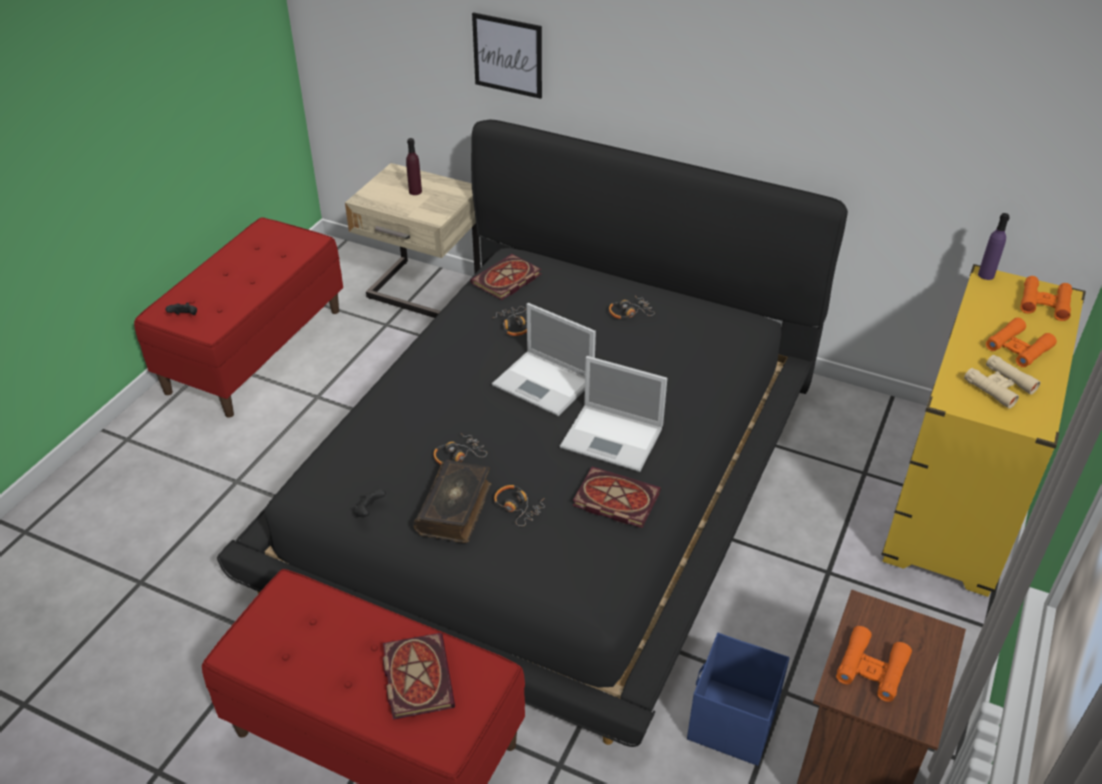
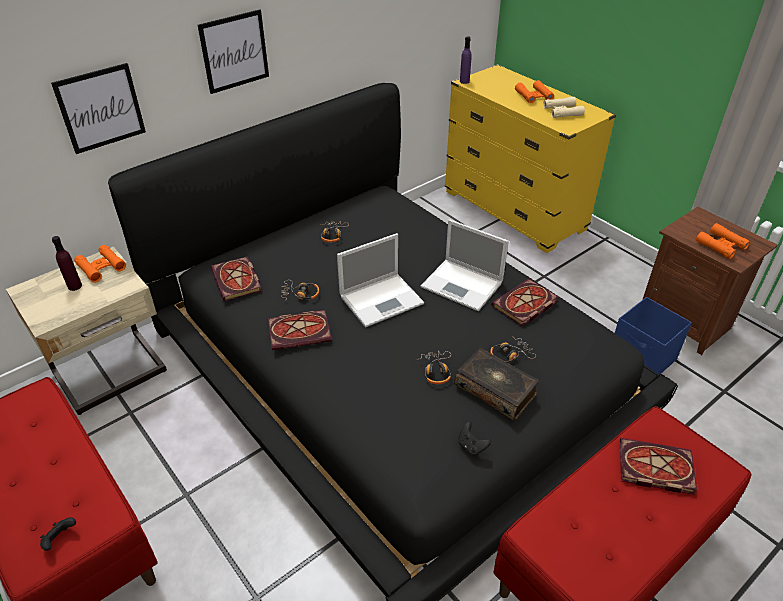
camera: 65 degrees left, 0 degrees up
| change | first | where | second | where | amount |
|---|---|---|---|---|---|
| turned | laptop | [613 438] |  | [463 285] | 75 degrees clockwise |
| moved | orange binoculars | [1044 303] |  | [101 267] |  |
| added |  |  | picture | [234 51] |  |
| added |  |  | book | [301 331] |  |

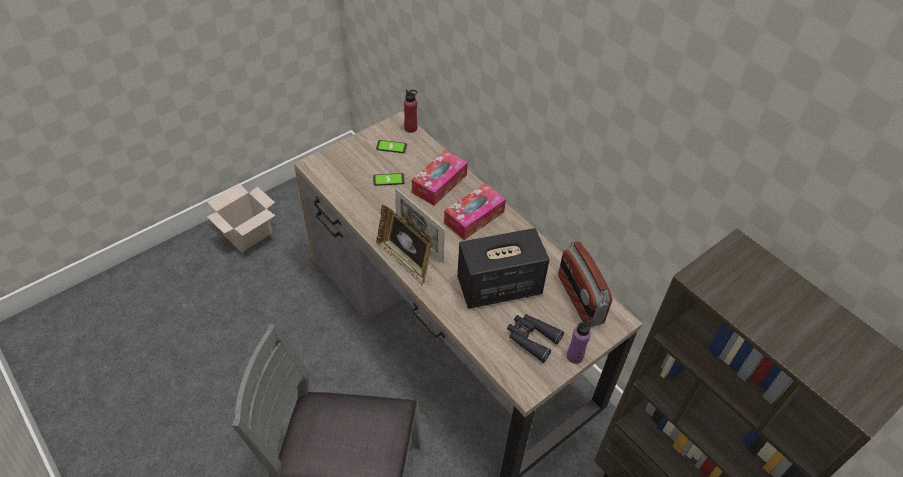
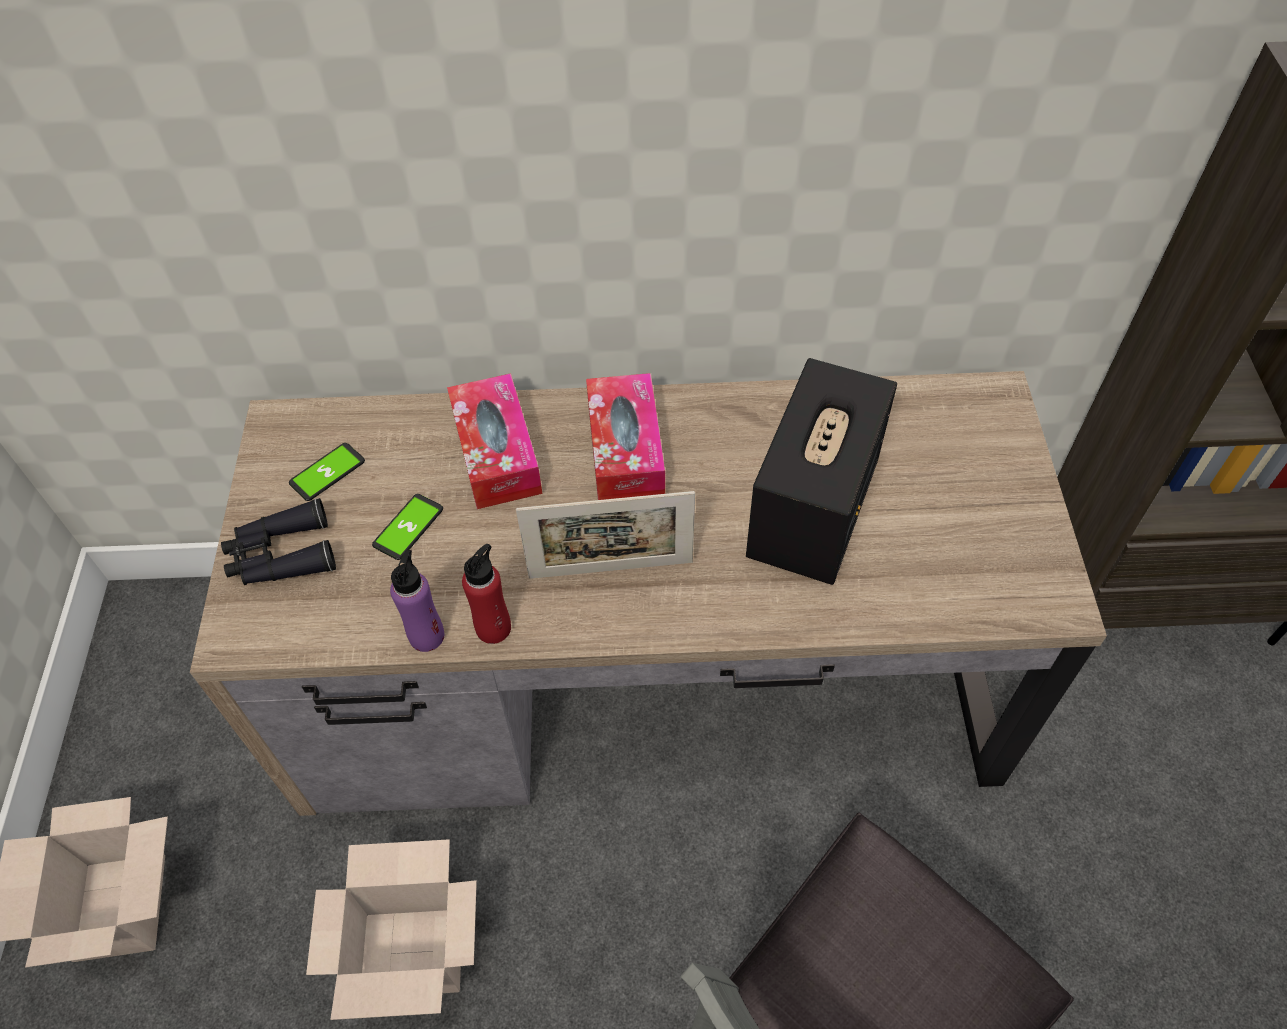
camera: 50 degrees left, 5 degrees up
| change | first | where | second | where | amount |
|---|---|---|---|---|---|
| removed | picture frame | [404 261] |  |  |  |
| moved | red bottle | [411 128] |  | [493 628] |  |
| moved | black binoculars | [531 338] |  | [281 555] |  |
| removed | radio | [579 299] |  |  |  |
| moved | purple bottle | [575 356] |  | [427 636] |  |
| added |  |  | cardboard box | [415 950] |  |

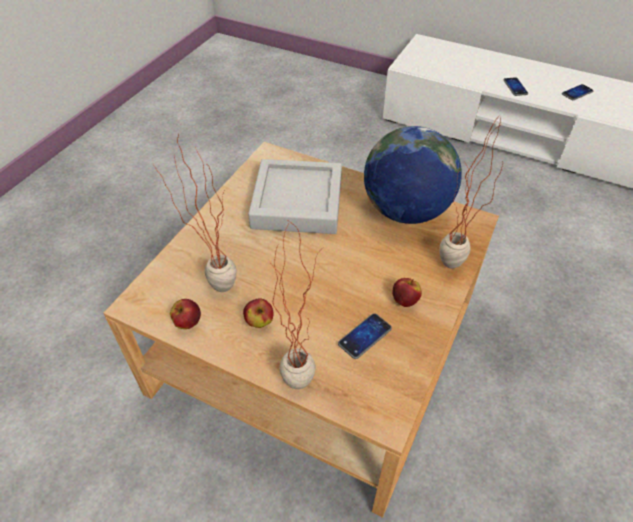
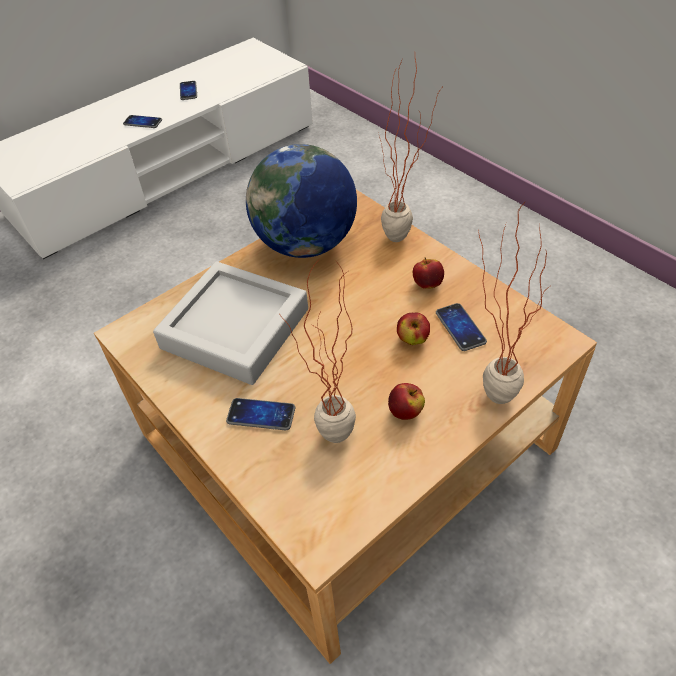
camera: 65 degrees left, 0 degrees up
| change | first | where | second | where | amount |
|---|---|---|---|---|---|
| moved | apple | [188 322] |  | [412 339] |  |
| added |  |  | phone | [261 415] |  |

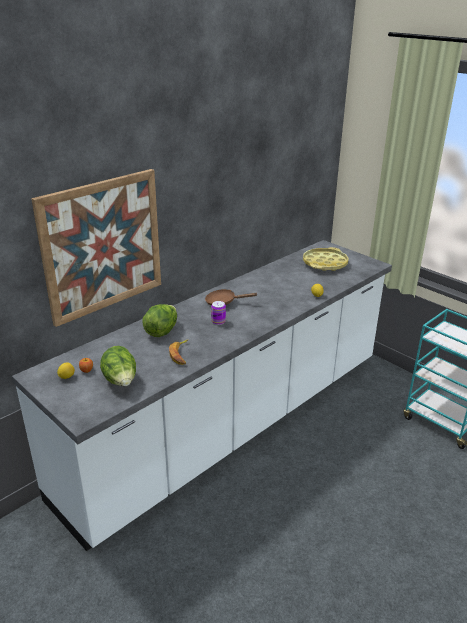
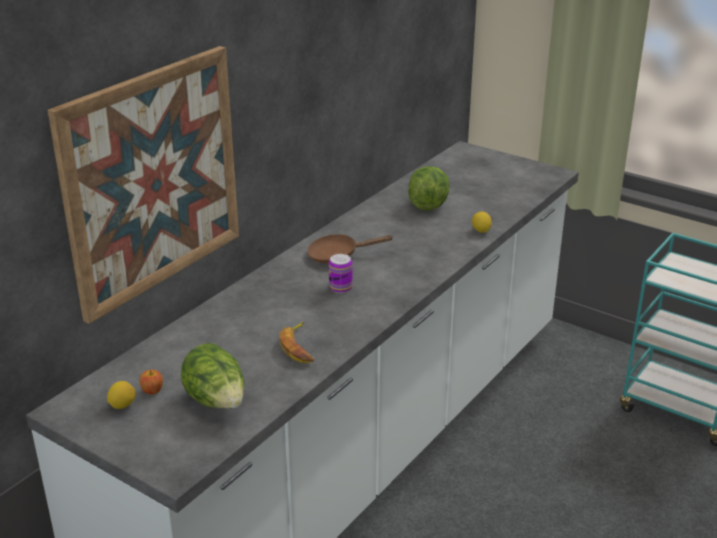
camera: 10 degrees left, 0 degrees up
| change | first | where | second | where | amount |
|---|---|---|---|---|---|
| moved | lettuce | [162 331] |  | [428 204] |  |
| removed | yellow tray | [325 263] |  |  |  |

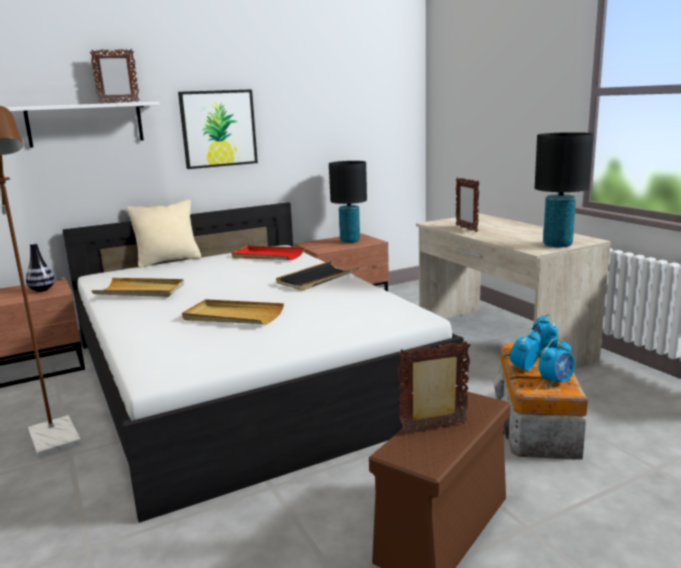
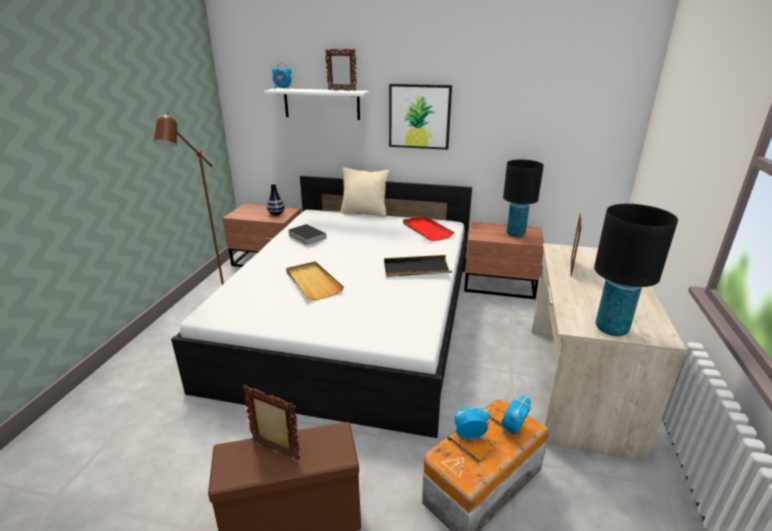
camera: 40 degrees right, 10 degrees up
| change | first | where | second | where | amount |
|---|---|---|---|---|---|
| replaced | beige tray | [140 291] | book | [306 236] |  |
| moved | alarm clock | [556 382] |  | [282 89] |  |

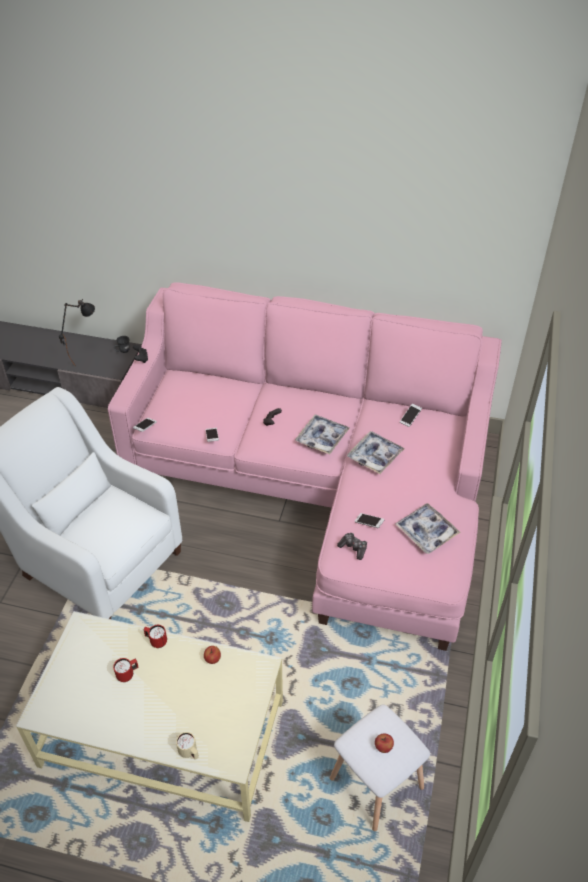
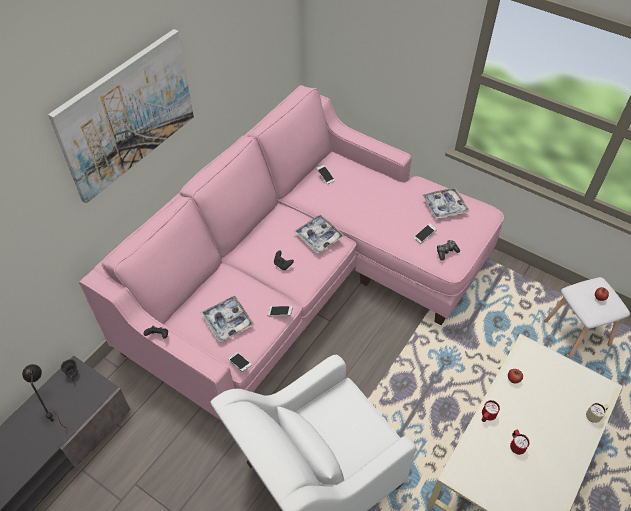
camera: 70 degrees left, 5 degrees up
| change | first | where | second | where | amount |
|---|---|---|---|---|---|
| moved | tray | [375 456] |  | [227 321] |  |
| added |  |  | picture | [127 114] |  |

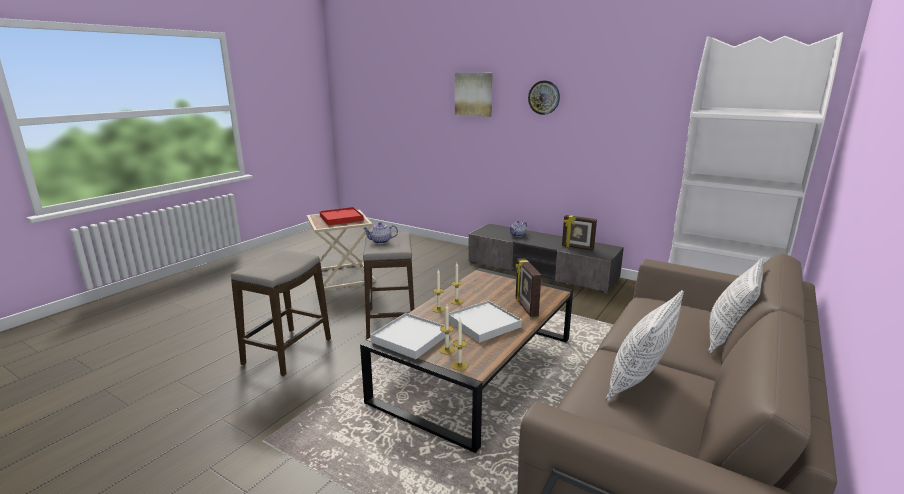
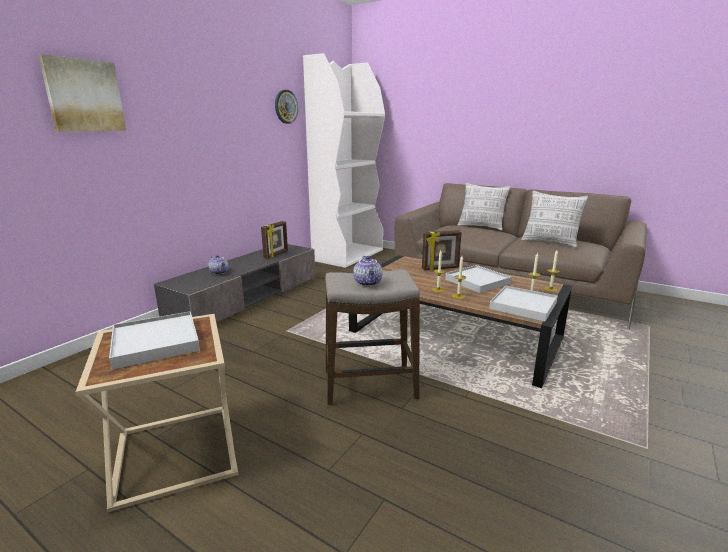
camera: 90 degrees left, 0 degrees up
| change | first | where | second | where | amount |
|---|---|---|---|---|---|
| removed | stool | [287 351] |  |  |  |
| recoloured | red tray | [341 218] | white tray | [155 342] |  |
| moved | wall clock | [544 97] |  | [286 106] |  |

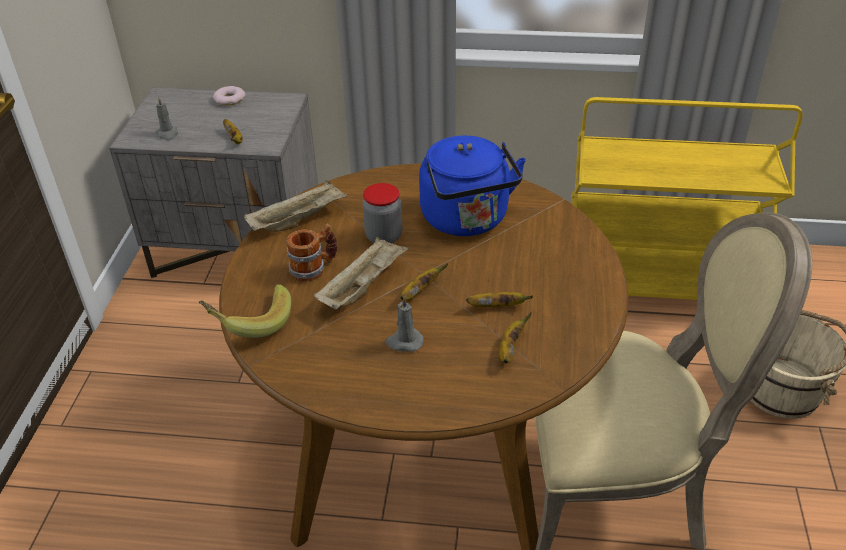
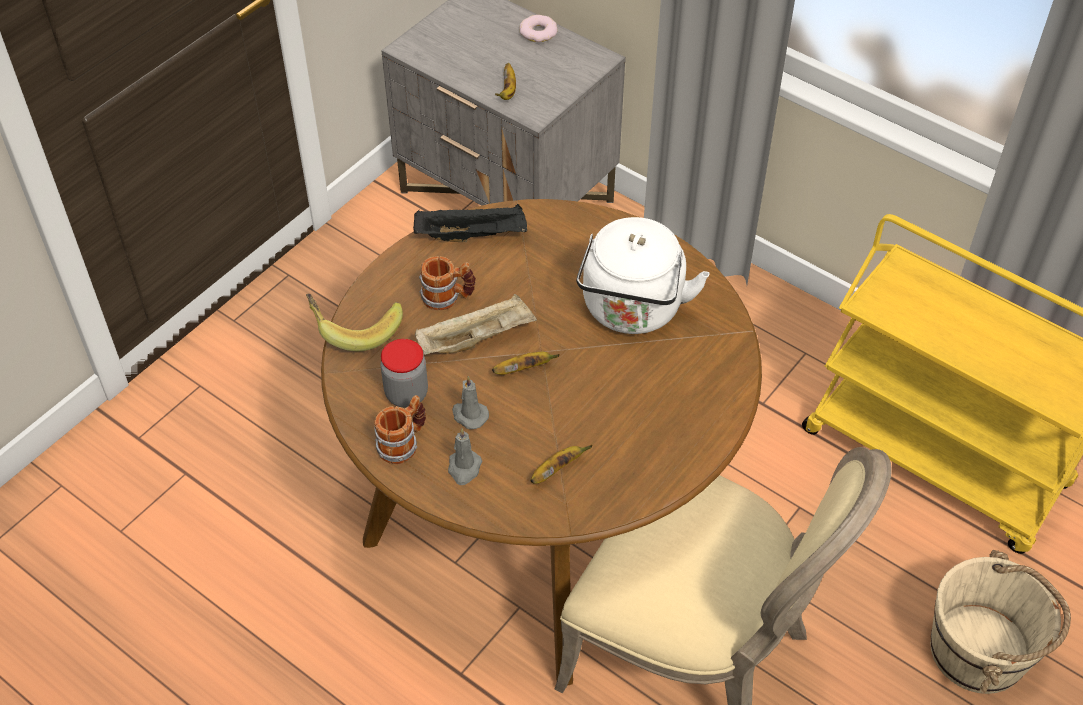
camera: 30 degrees right, 10 degrees up
| change | first | where | second | where | amount |
|---|---|---|---|---|---|
| moved | grey candle | [167 134] |  | [464 468] |  |
| recoloured | beige tray | [298 220] | black tray | [472 235] |  |
| moved | jar | [384 236] |  | [406 394] |  |
| recoloured | blue kettle | [467 220] | white kettle | [632 311] |  |
| removed | banana | [497 307] |  |  |  |
| added |  |  | mug | [403 443] |  |

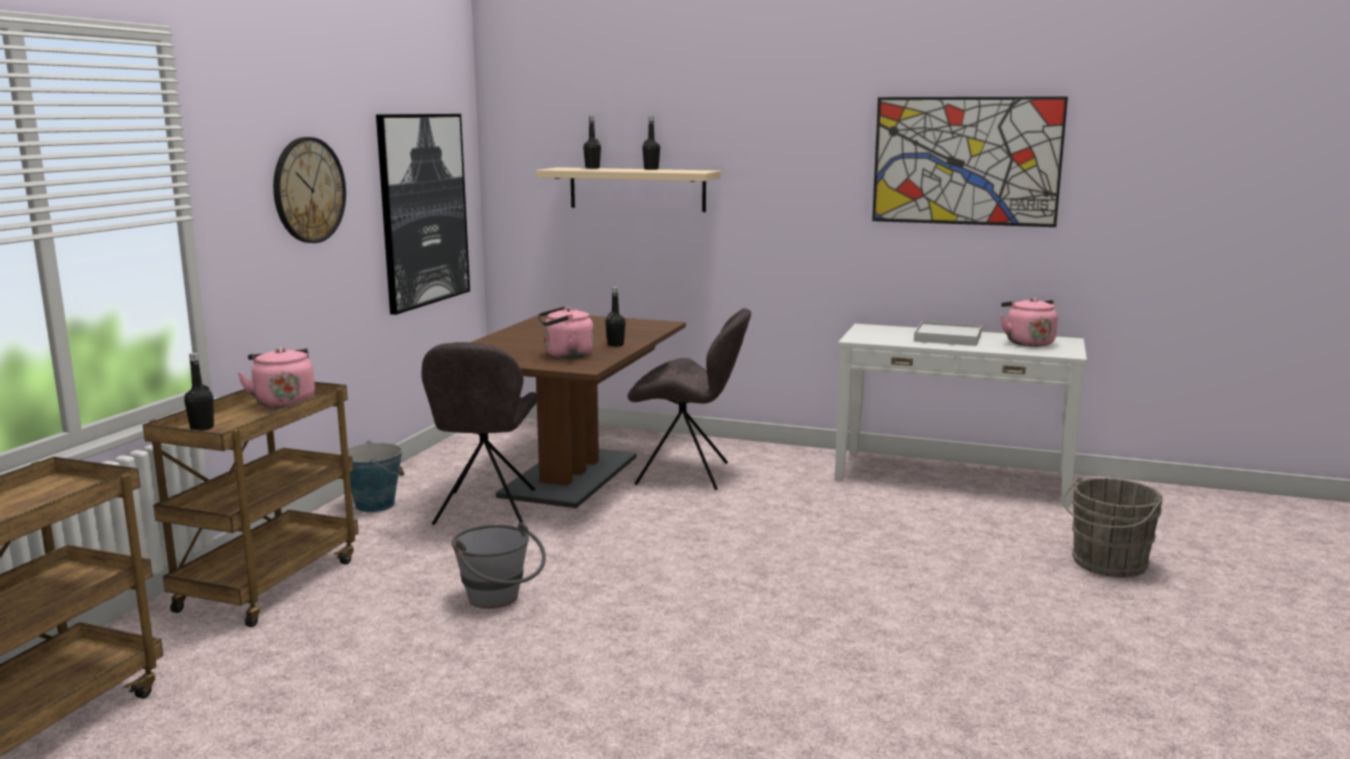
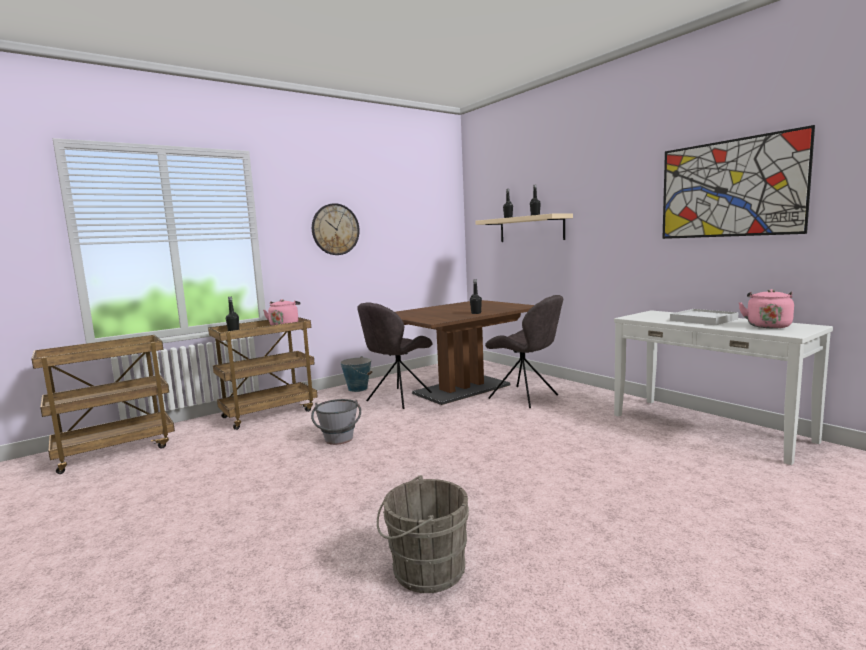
camera: 35 degrees right, 5 degrees down
| change | first | where | second | where | amount |
|---|---|---|---|---|---|
| removed | picture | [423 210] |  |  |  |
| removed | pink kettle | [565 355] |  |  |  |
| moved | grey bucket | [1107 564] |  | [424 570] |  |

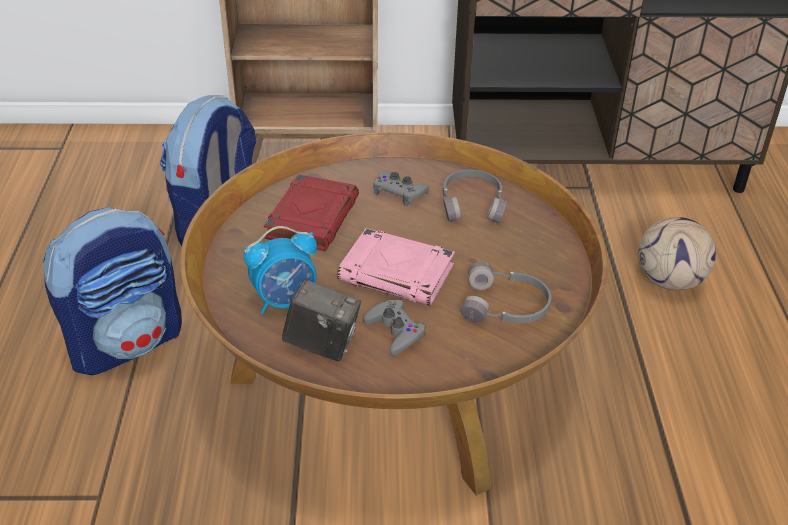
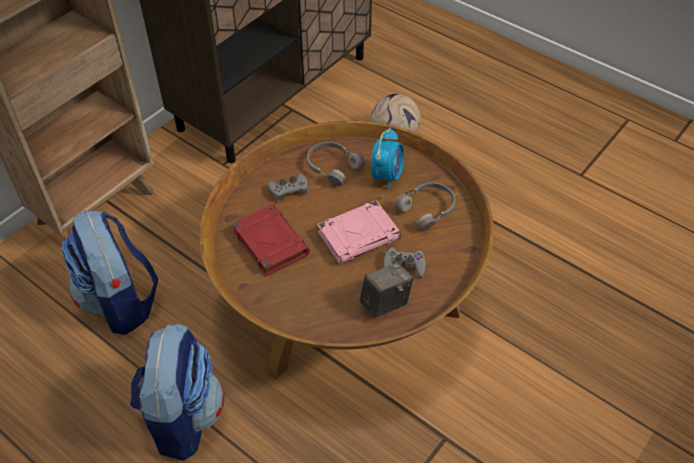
camera: 50 degrees left, 10 degrees up
| change | first | where | second | where | amount |
|---|---|---|---|---|---|
| moved | alarm clock | [285 301] |  | [387 176] |  |

